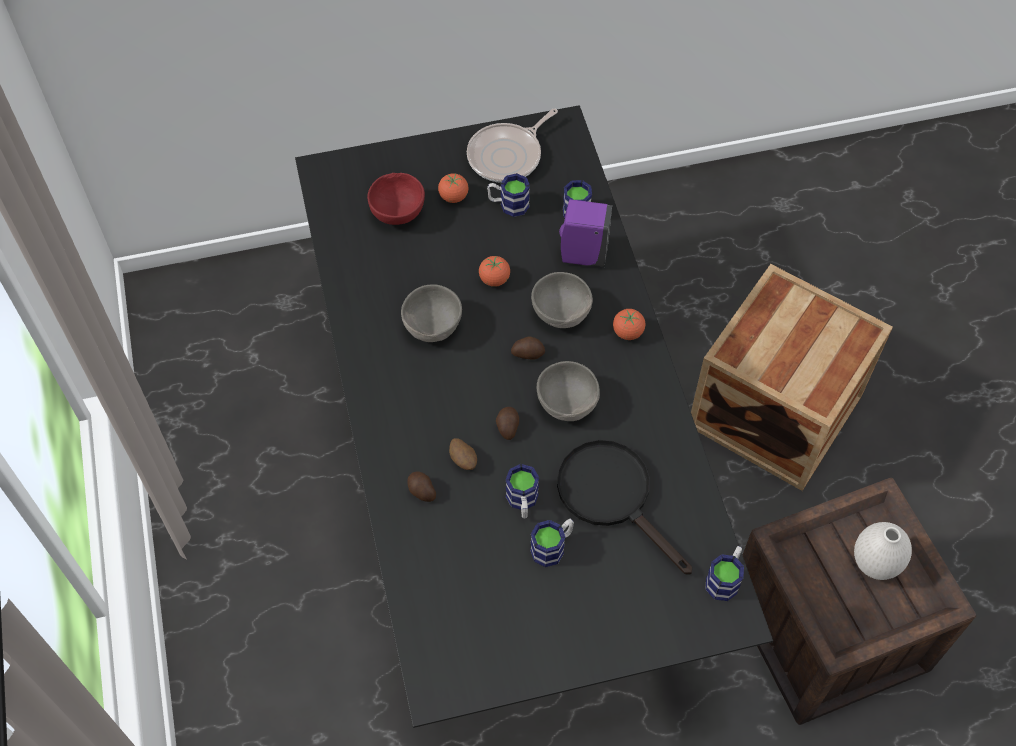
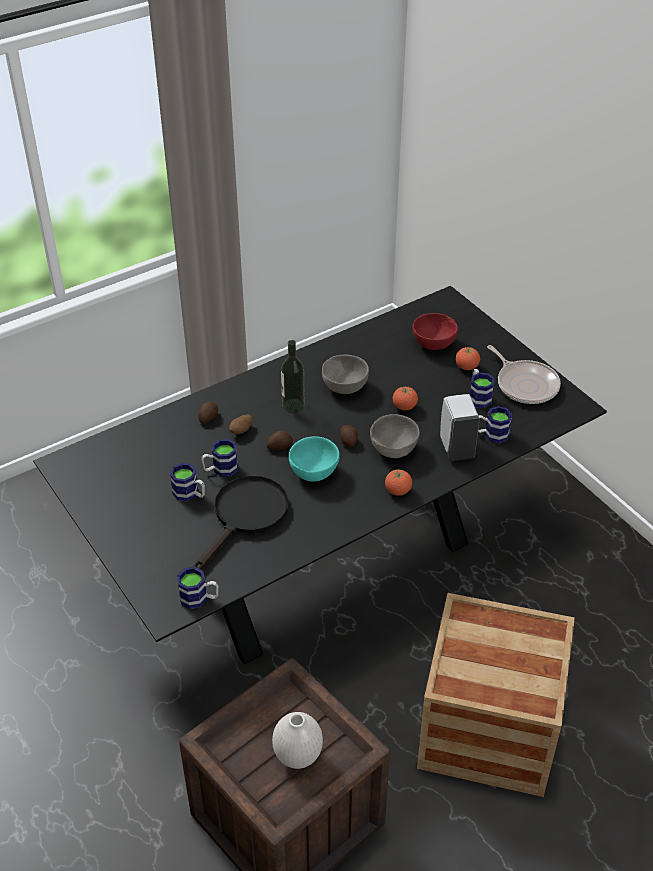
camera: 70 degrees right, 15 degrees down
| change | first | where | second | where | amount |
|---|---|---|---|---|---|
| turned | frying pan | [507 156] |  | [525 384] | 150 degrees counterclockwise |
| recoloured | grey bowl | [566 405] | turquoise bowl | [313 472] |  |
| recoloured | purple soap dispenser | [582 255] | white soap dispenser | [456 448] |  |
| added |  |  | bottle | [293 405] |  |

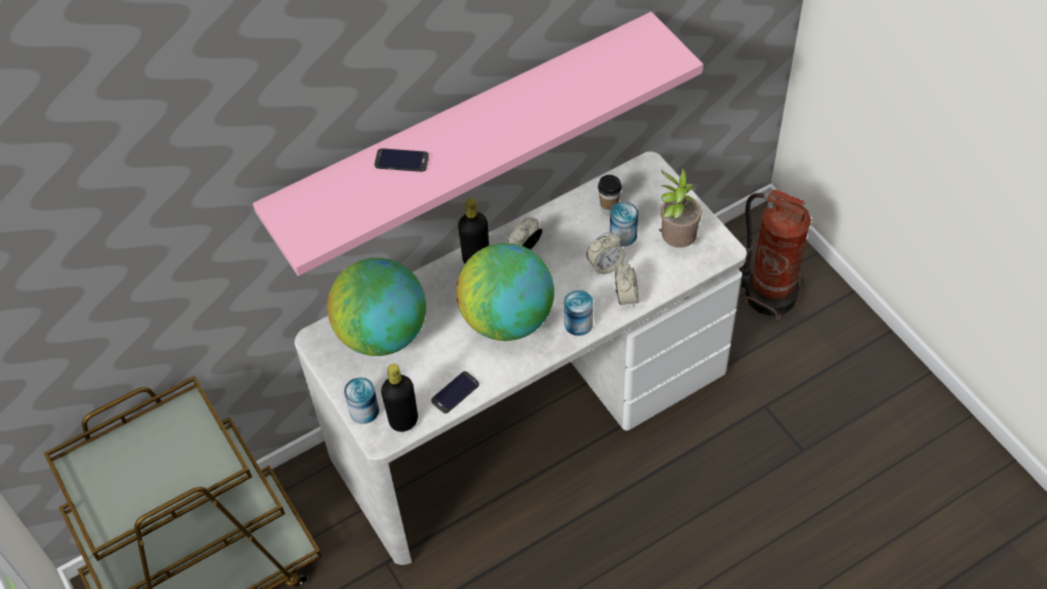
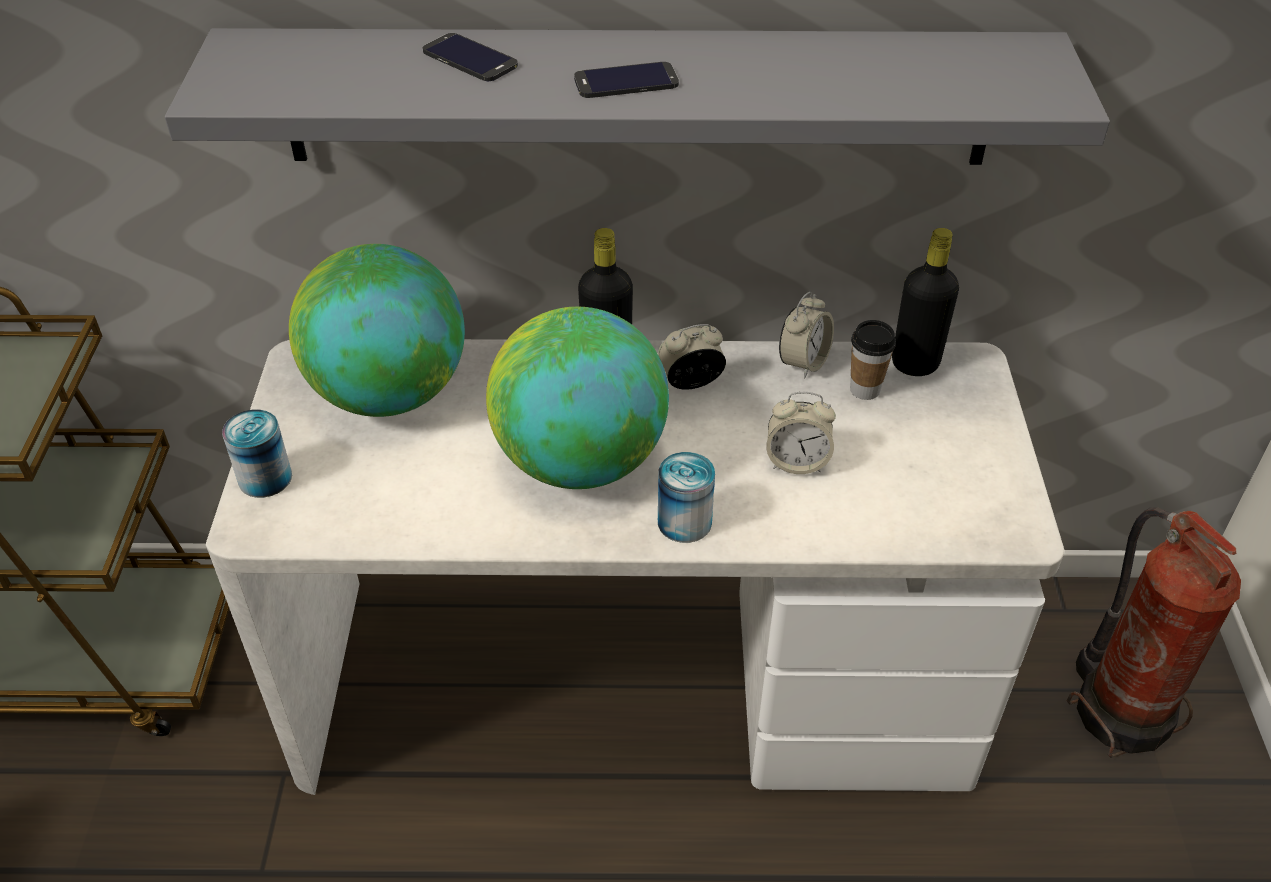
camera: 30 degrees right, 10 degrees down
| change | first | where | second | where | amount |
|---|---|---|---|---|---|
| recoloured | pink shelf | [463 129] | grey shelf | [637 97] |  |
| moved | black bottle | [403 420] |  | [915 364] |  |
| moved | phone | [455 392] |  | [626 81] |  |
| removed | can | [623 235] |  |  |  |
| moved | alarm clock | [626 297] |  | [803 362] |  |
| removed | potted plant | [676 241] |  |  |  |

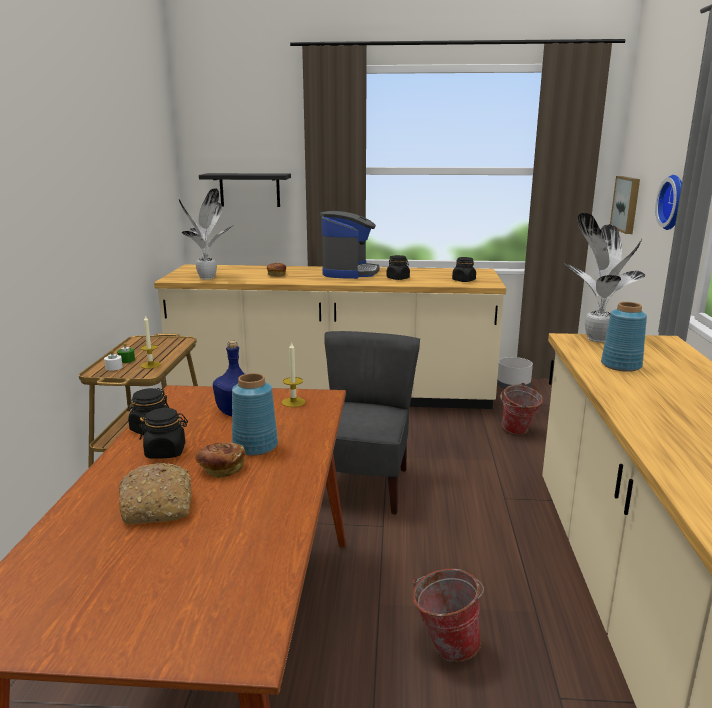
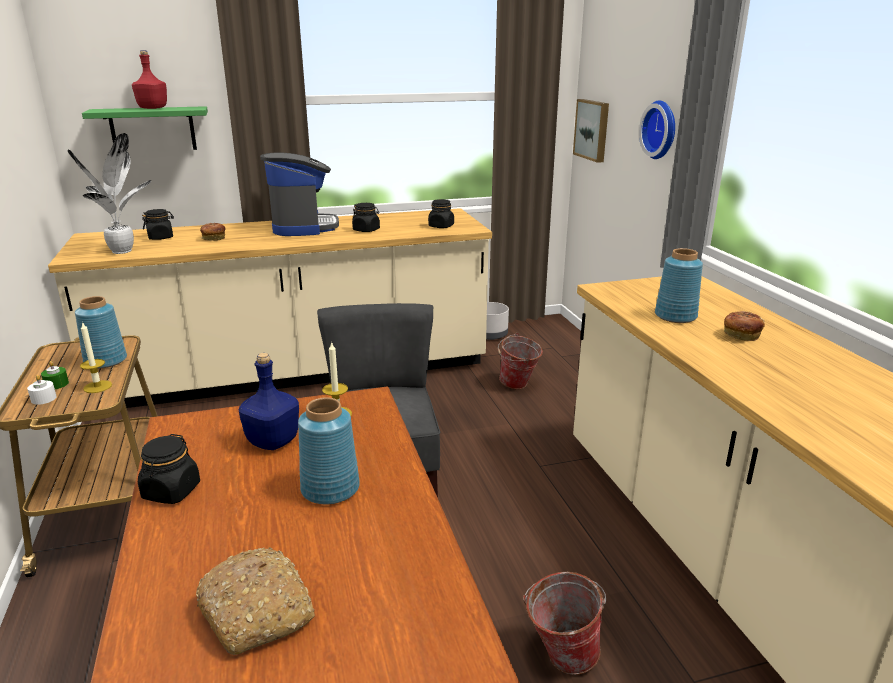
camera: 20 degrees left, 5 degrees up
| change | first | where | second | where | amount |
|---|---|---|---|---|---|
| moved | black jar | [166 452] |  | [161 237] |  |
| moved | bread | [221 469] |  | [741 335] |  |
| recoloured | black shelf | [249 190] | green shelf | [153 129] |  |
| removed | potted plant | [596 339] |  |  |  |
| added |  |  | blue vase | [105 361] |  |
| added |  |  | red bottle | [153 108] |  |

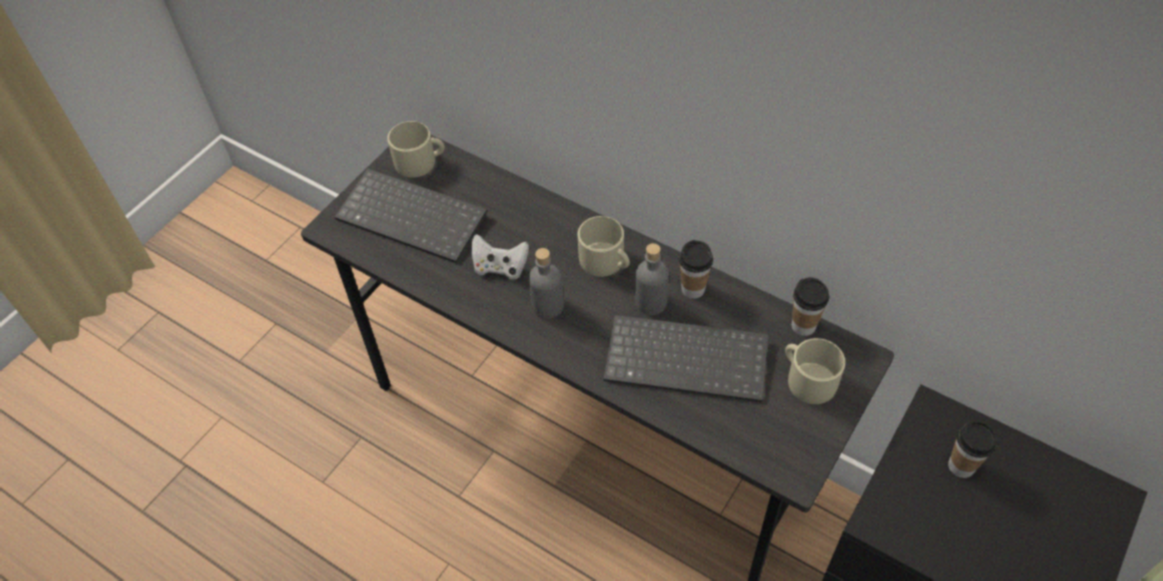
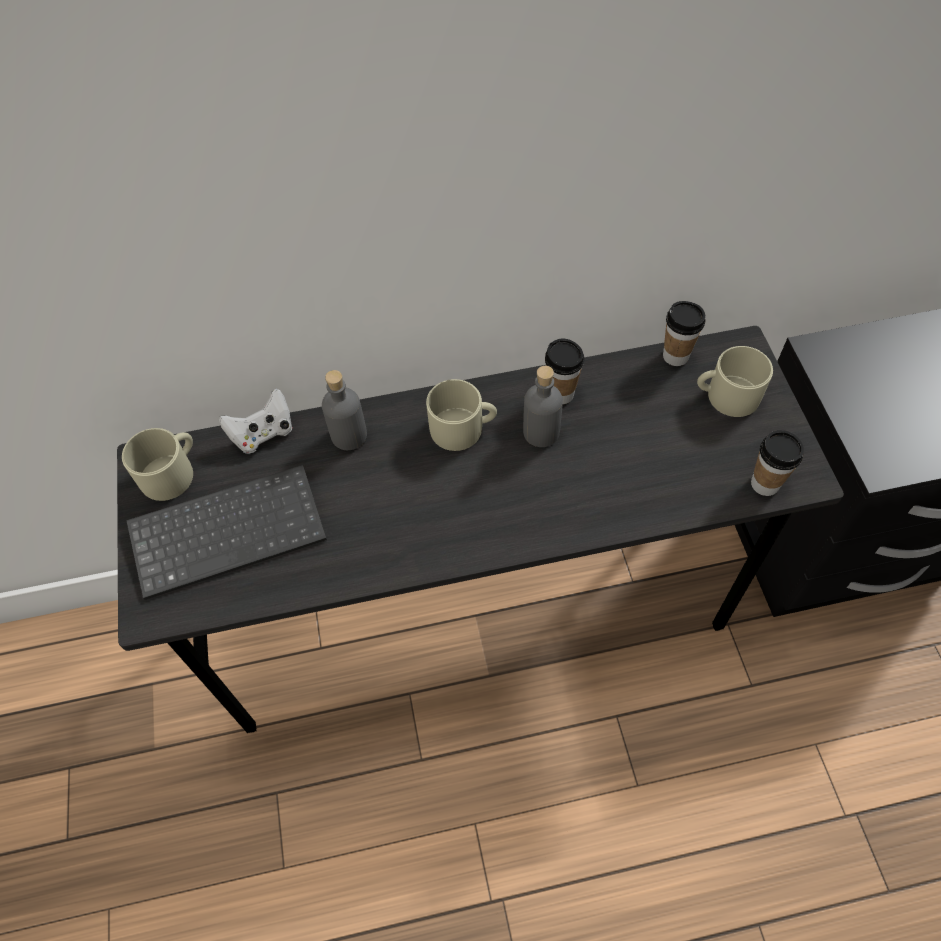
camera: 45 degrees left, 5 degrees up
| change | first | where | second | where | amount |
|---|---|---|---|---|---|
| moved | white game controller | [500 267] |  | [263 433] |  |
| moved | grey bottle | [547 306] |  | [349 435] |  |
| removed | keyboard | [688 358] |  |  |  |
| moved | cup | [961 466] |  | [765 484] |  |

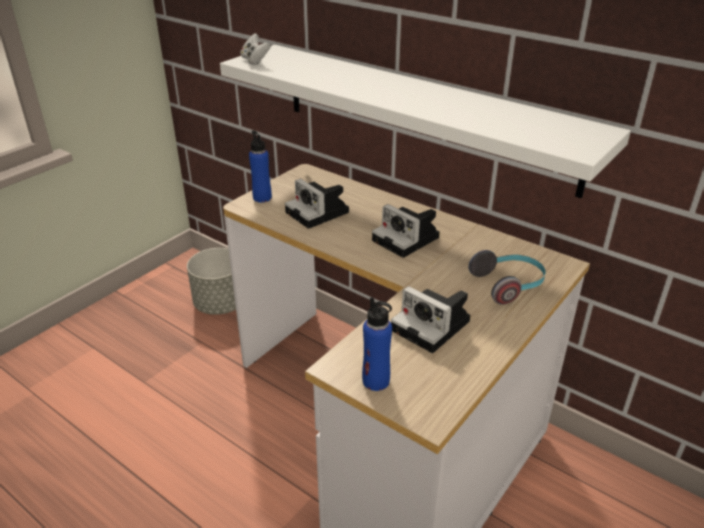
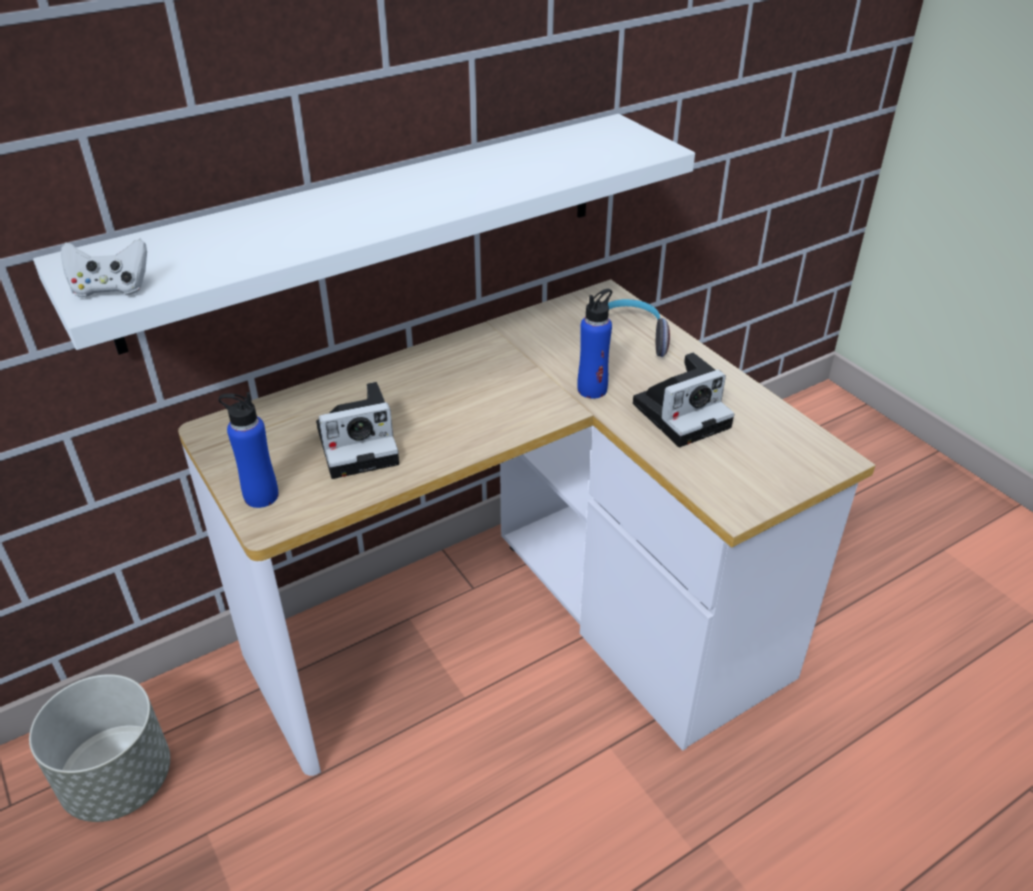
camera: 70 degrees left, 5 degrees up
| change | first | where | second | where | amount |
|---|---|---|---|---|---|
| moved | blue bottle | [376 381] |  | [592 389] |  |
| removed | photo camera | [408 239] |  |  |  |

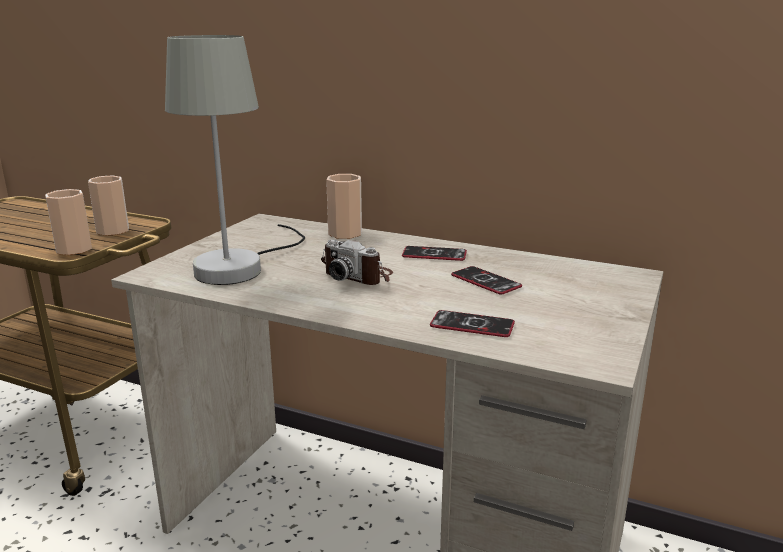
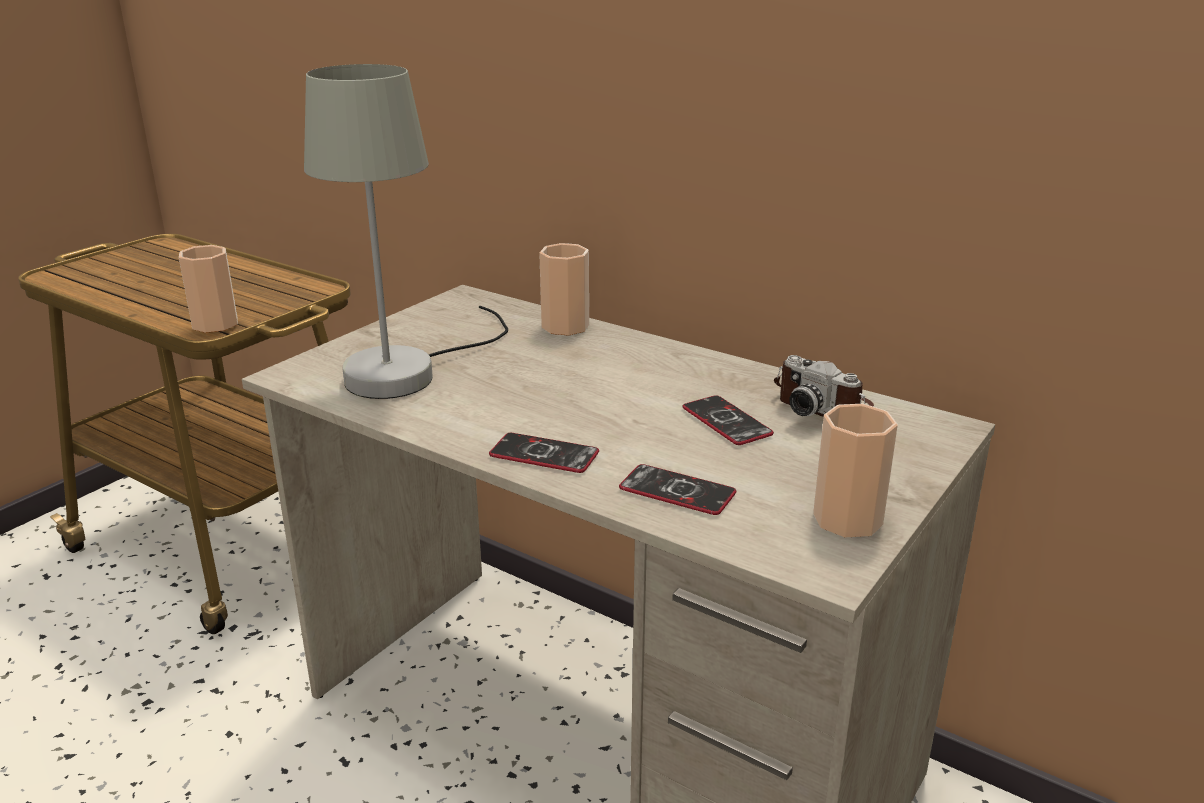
camera: 10 degrees right, 5 degrees up
| change | first | where | second | where | amount |
|---|---|---|---|---|---|
| moved | cup | [112 230] |  | [847 519] |  |
| moved | photo camera | [358 276] |  | [825 407] |  |
| moved | phone | [434 255] |  | [544 455] |  |

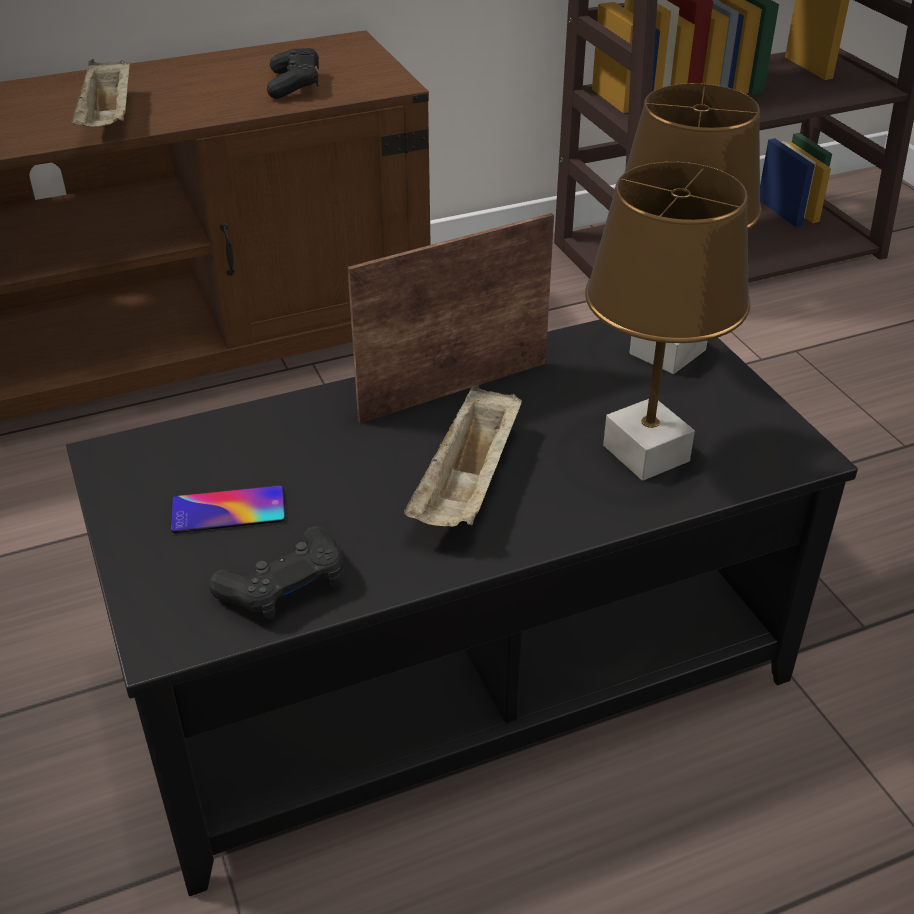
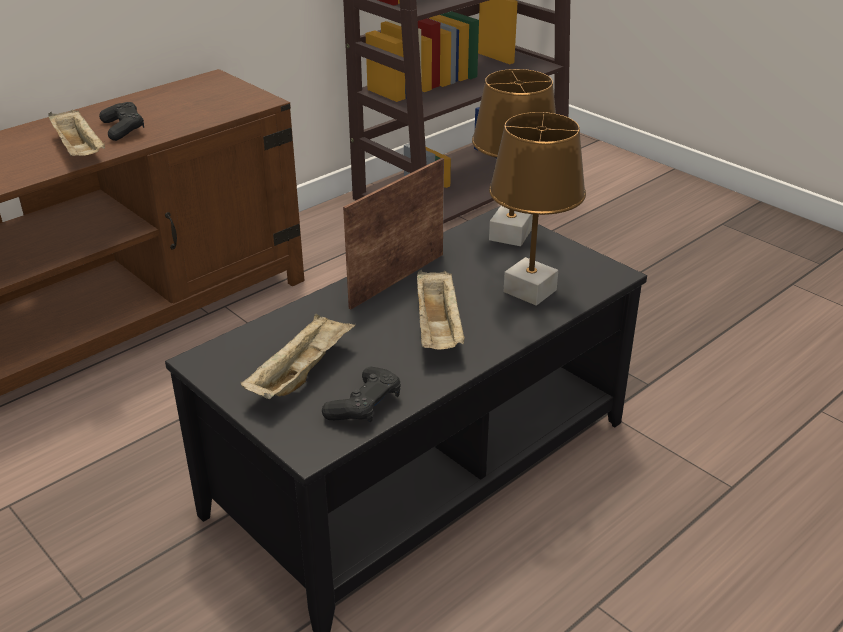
camera: 20 degrees left, 5 degrees down
| change | first | where | second | where | amount |
|---|---|---|---|---|---|
| replaced | phone | [228 510] | beige tray | [301 373] |  |
| moved | black game controller | [294 85] |  | [123 129] |  |

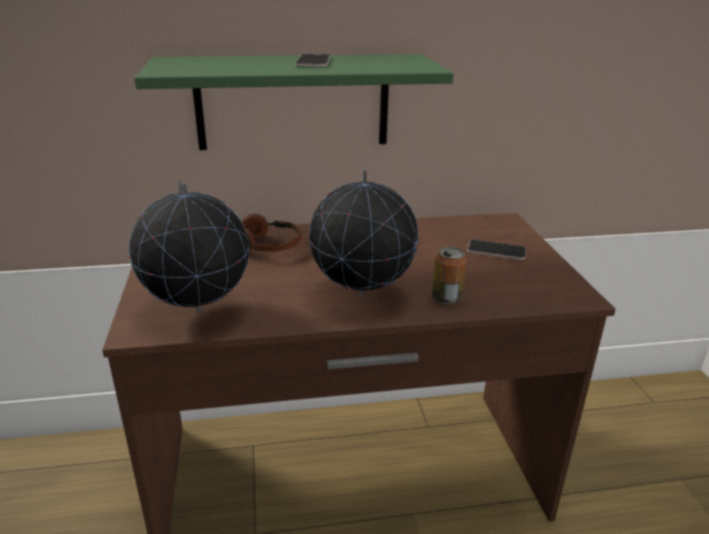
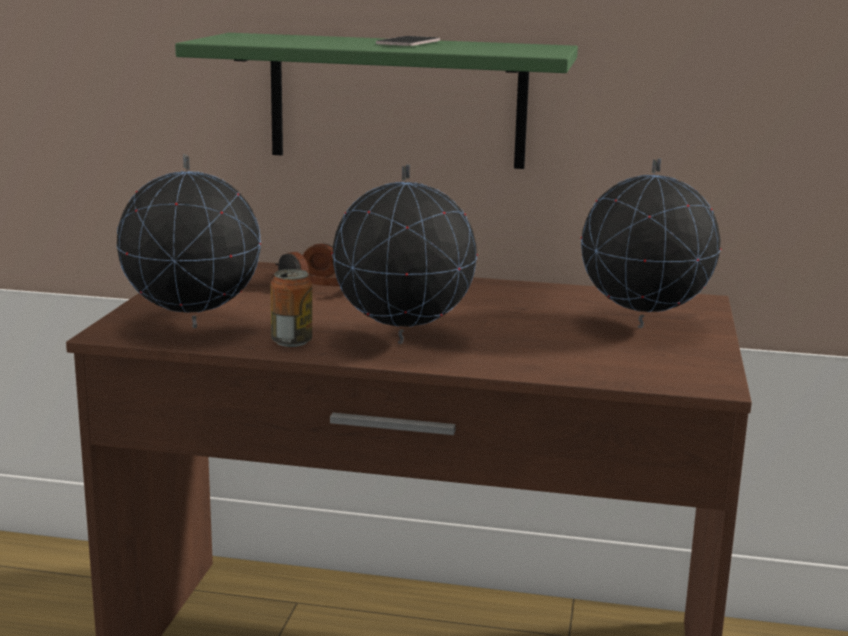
camera: 20 degrees right, 10 degrees down
| change | first | where | second | where | amount |
|---|---|---|---|---|---|
| moved | can | [446 298] |  | [292 342] |  |
| replaced | phone | [496 250] | globe | [643 327] |  |

